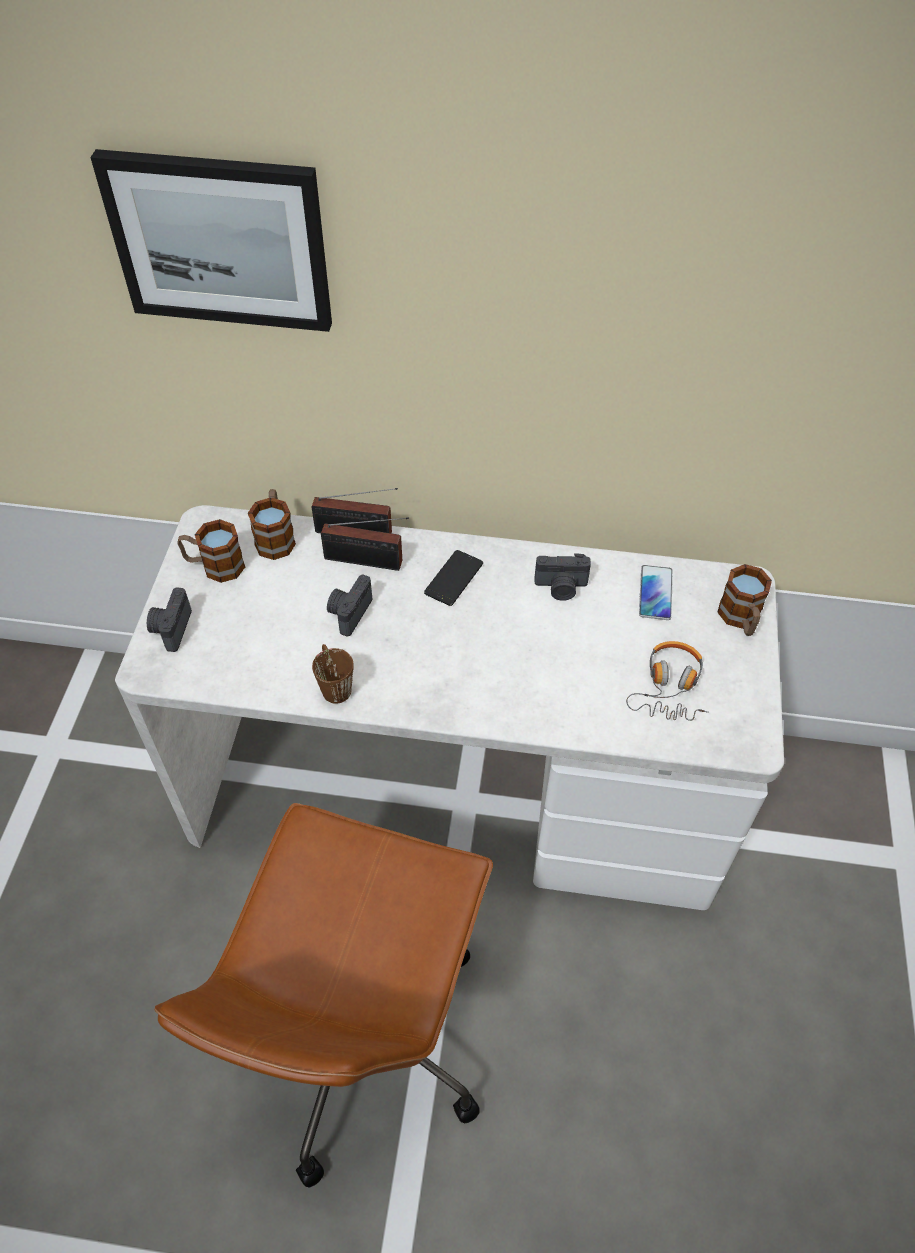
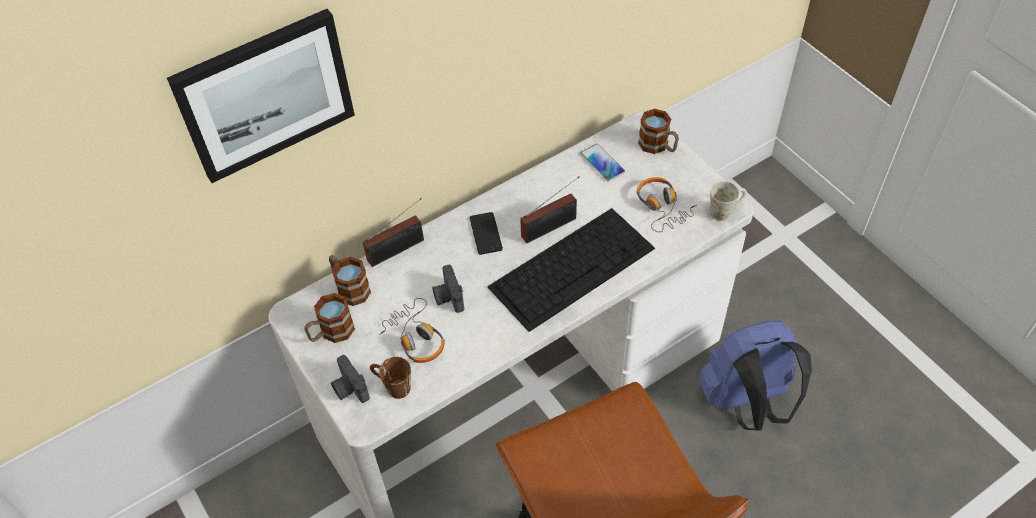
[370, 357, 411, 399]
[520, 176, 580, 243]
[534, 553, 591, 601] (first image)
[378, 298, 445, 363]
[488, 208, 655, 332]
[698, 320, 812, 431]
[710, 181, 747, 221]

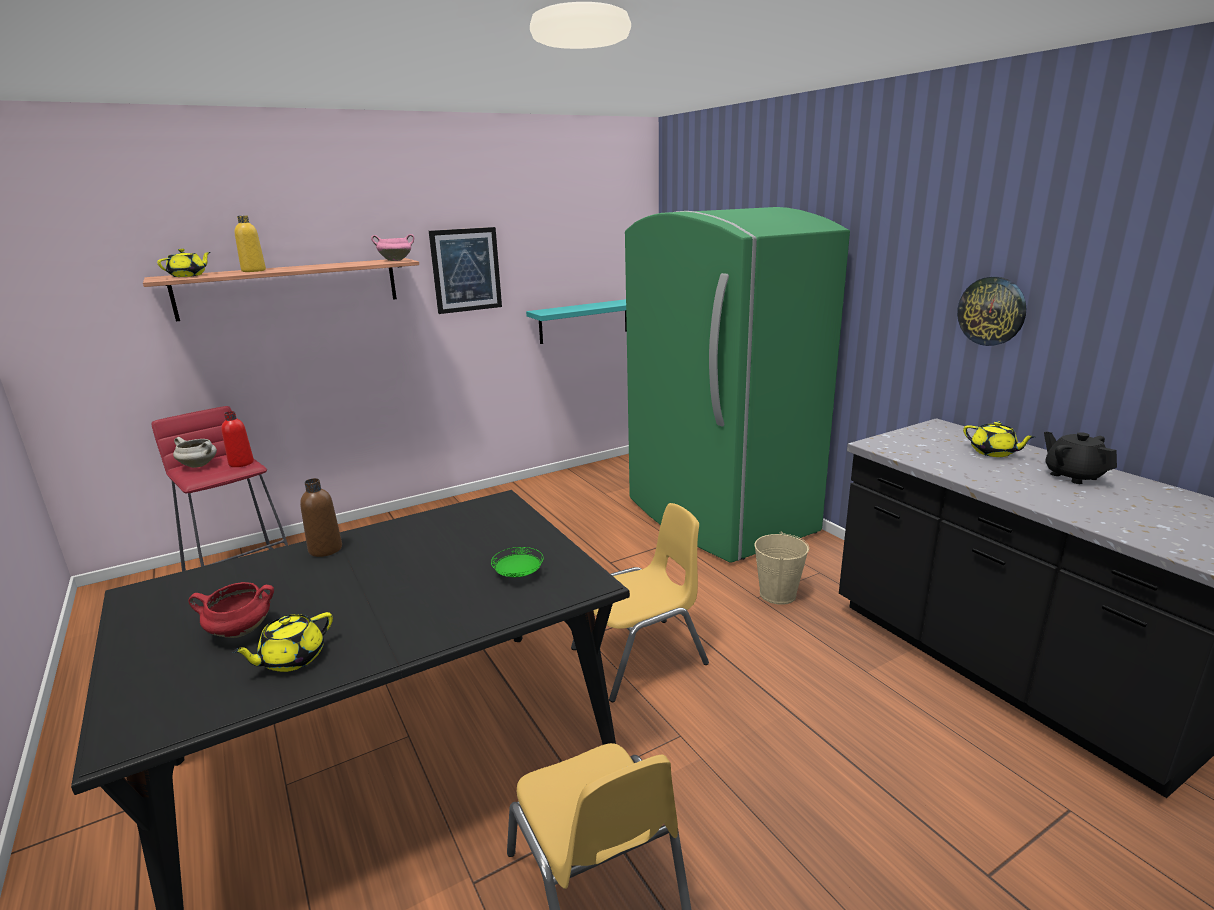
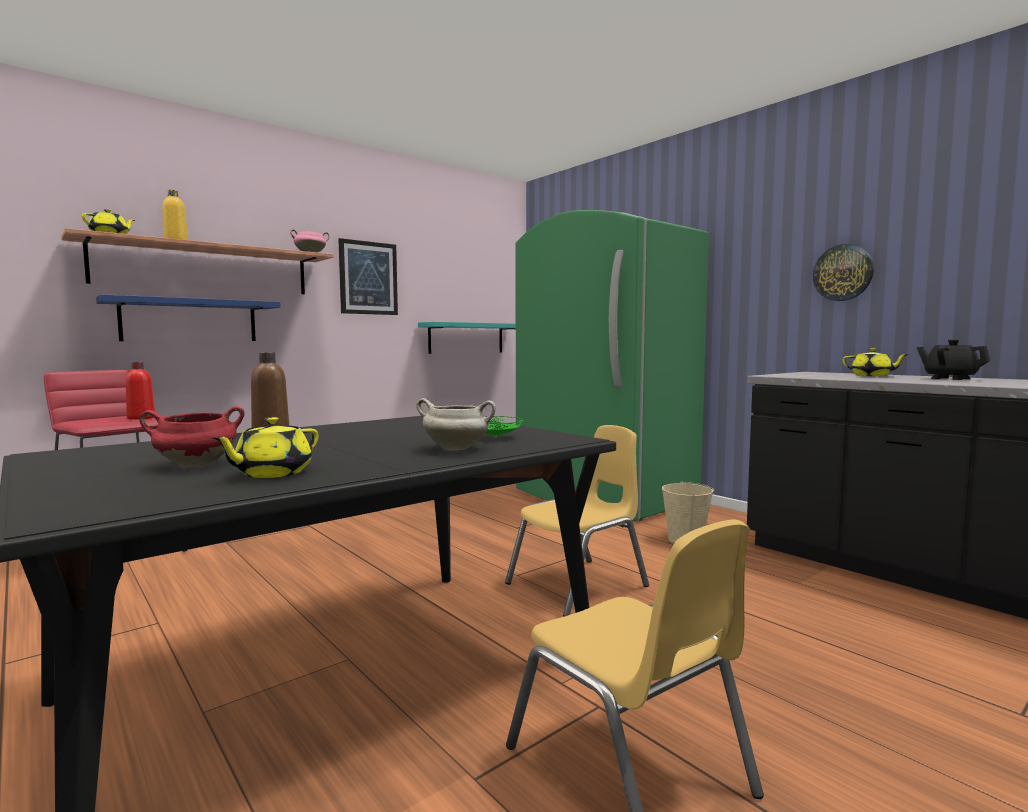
[416, 398, 496, 451]
[96, 294, 280, 341]

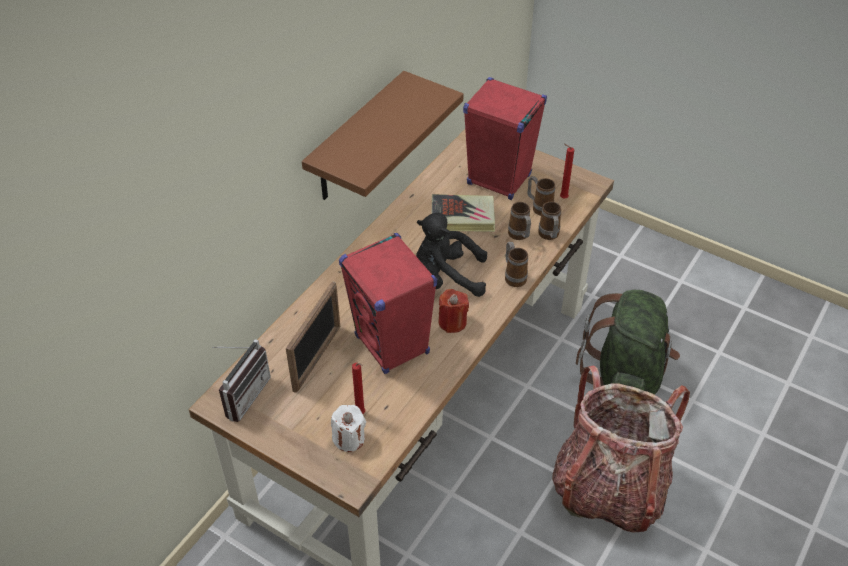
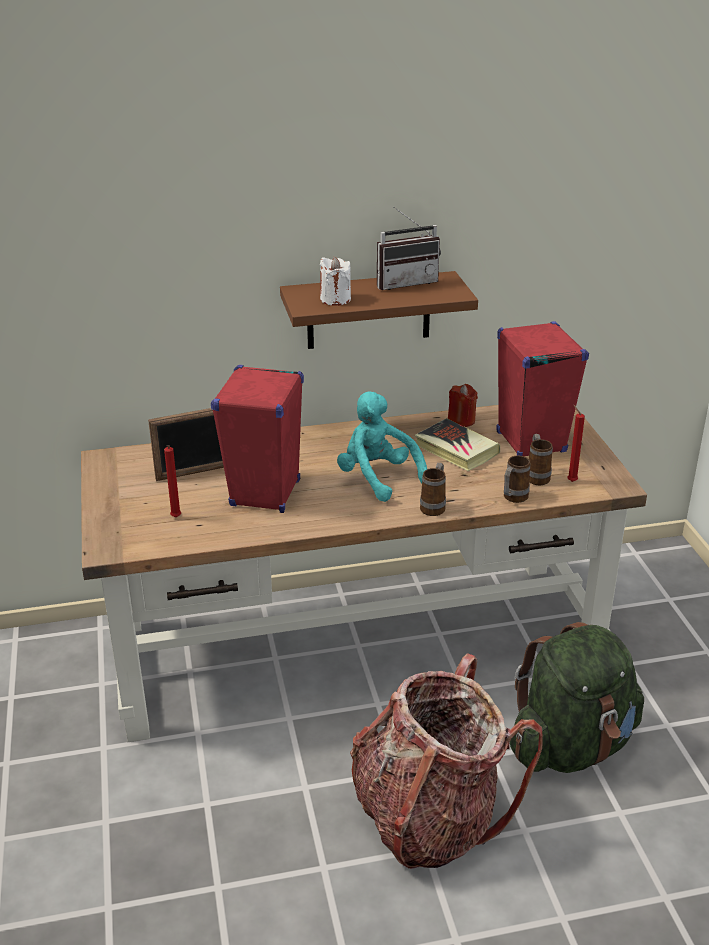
[377, 206, 441, 290]
[320, 257, 351, 306]
[337, 391, 427, 502]
[448, 384, 478, 427]
[508, 202, 531, 240] (first image)

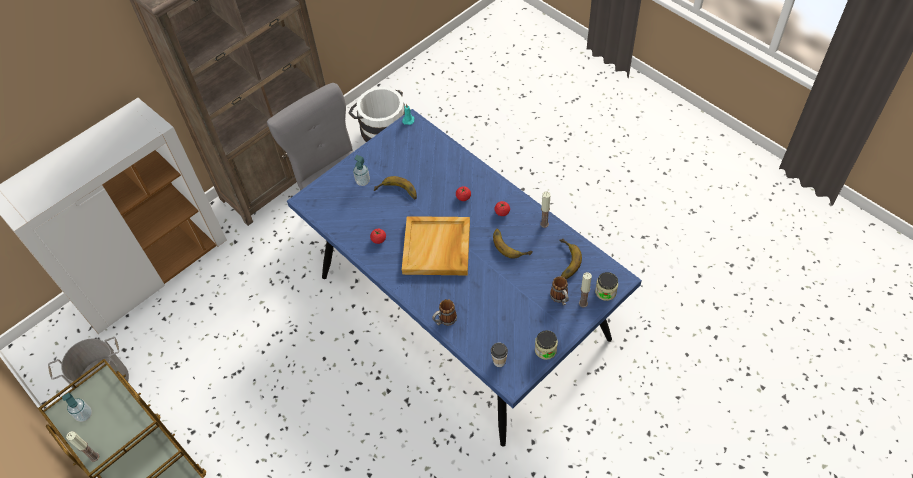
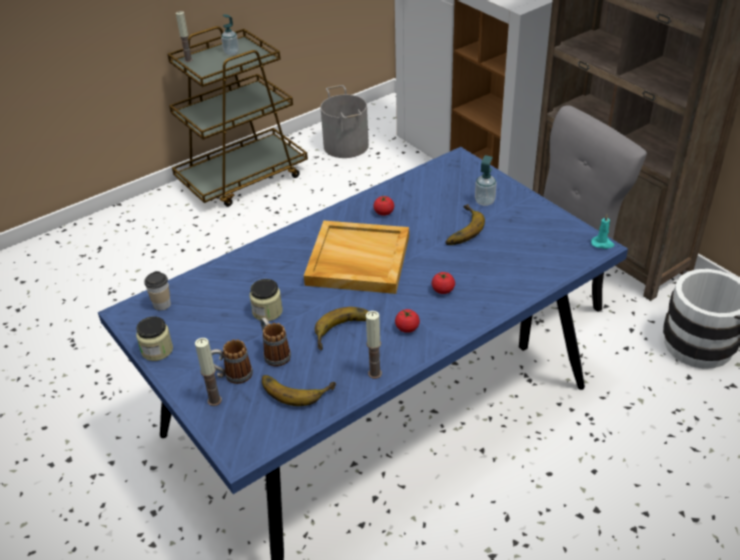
[260, 317, 291, 366]
[250, 279, 283, 321]

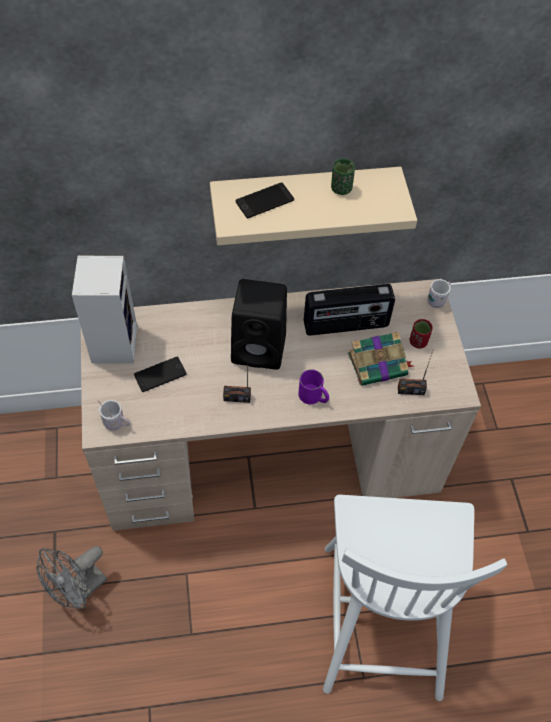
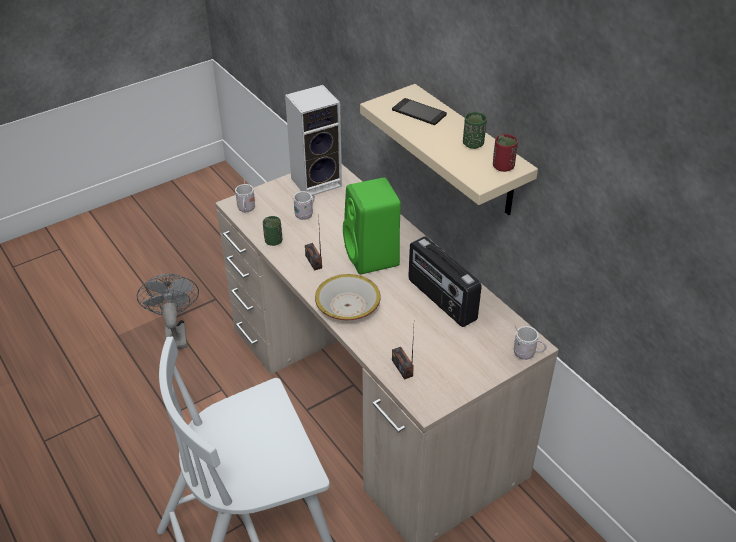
[137, 274, 199, 349]
[293, 191, 315, 220]
[343, 178, 401, 274]
[315, 274, 381, 320]
[348, 331, 414, 386] (first image)
[493, 134, 518, 172]
[263, 216, 282, 246]

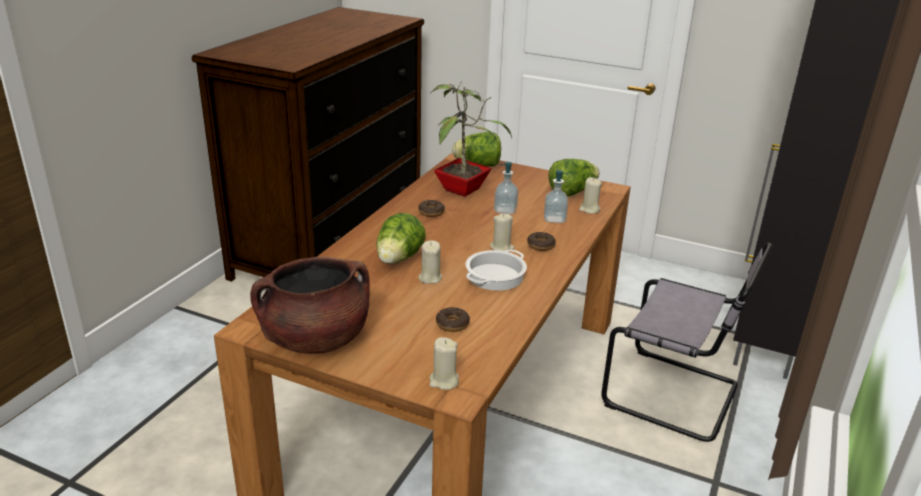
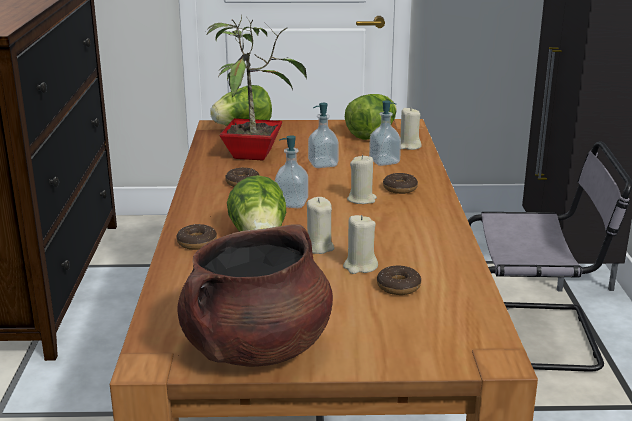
[343, 215, 378, 274]
[465, 250, 527, 291] (first image)
[177, 224, 217, 250]
[275, 135, 308, 208]

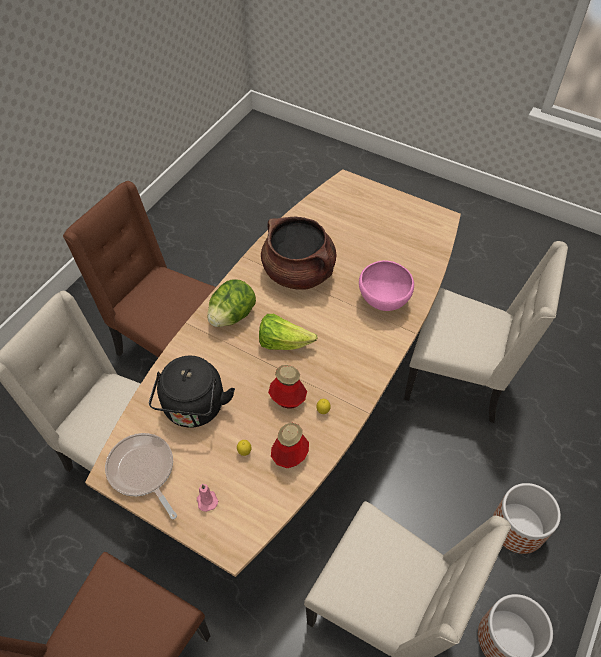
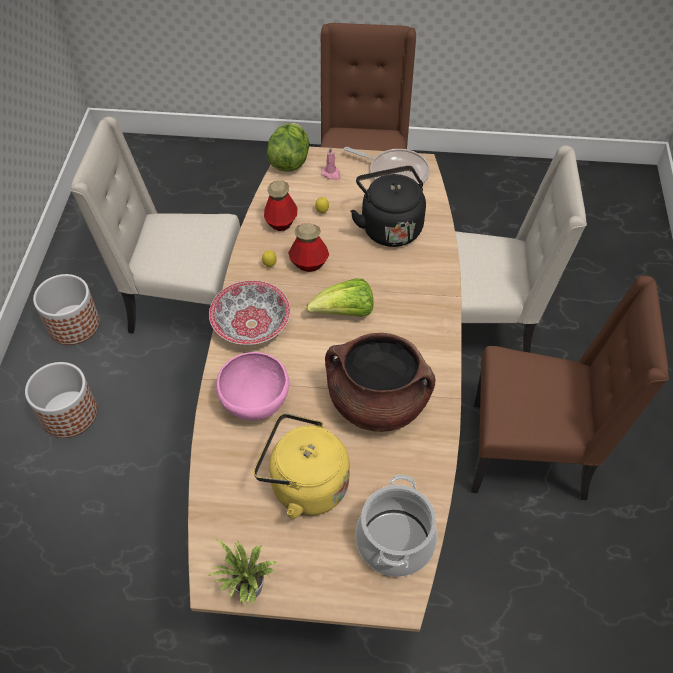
[267, 123, 309, 172]
[404, 241, 568, 423] (first image)
[208, 537, 278, 605]
[209, 280, 291, 345]
[254, 413, 350, 519]
[356, 475, 437, 577]

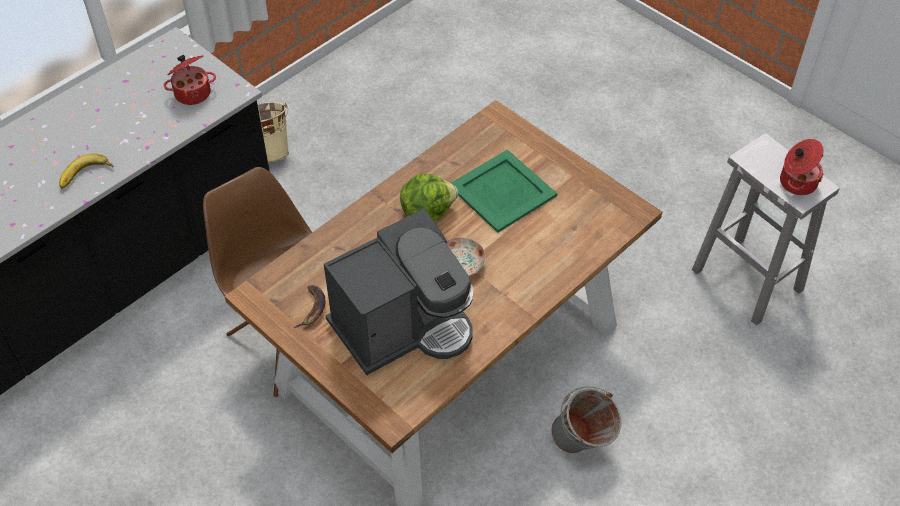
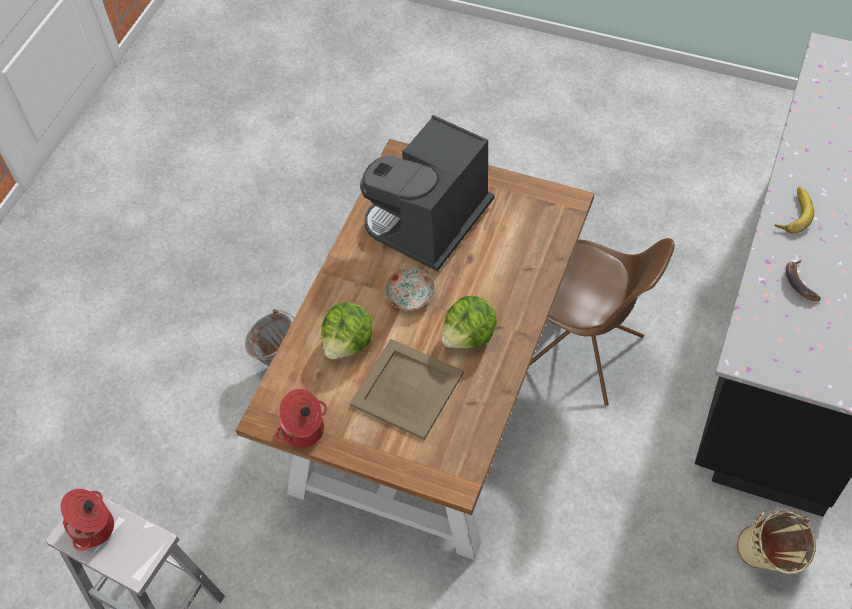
[275, 389, 327, 448]
[786, 260, 821, 301]
[349, 339, 464, 440]
[321, 302, 372, 359]

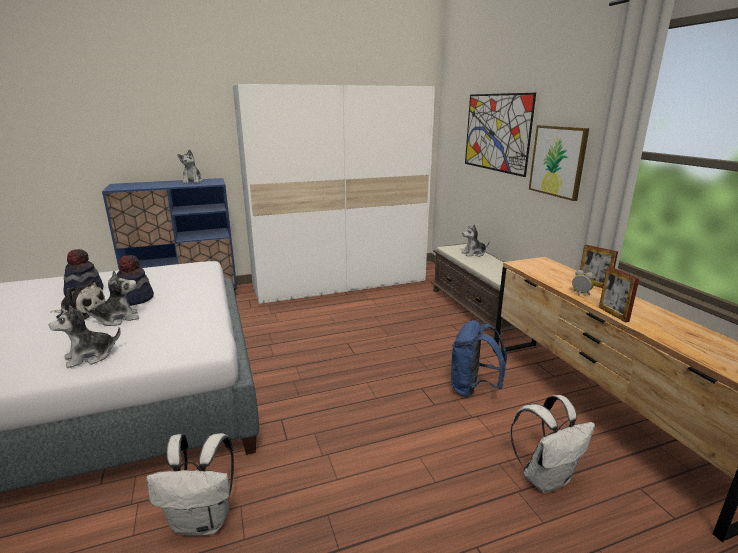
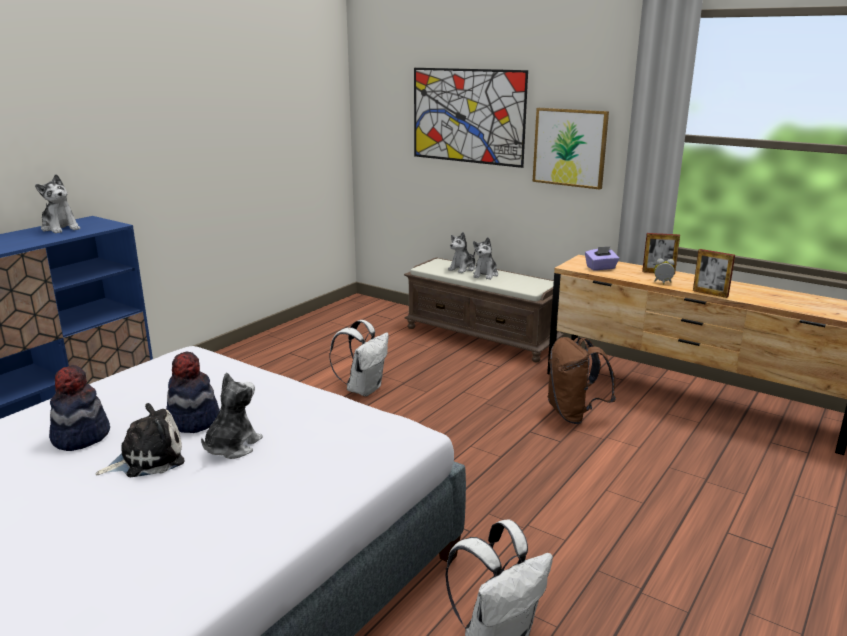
[473, 237, 498, 280]
[233, 84, 435, 304] (first image)
[547, 337, 616, 424]
[329, 320, 389, 396]
[585, 246, 619, 270]

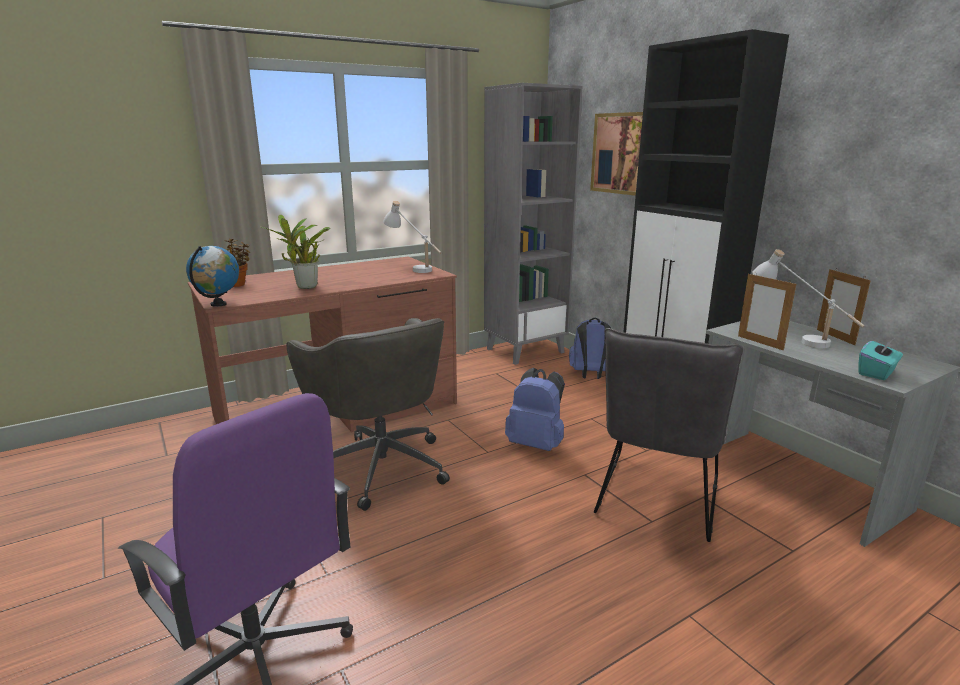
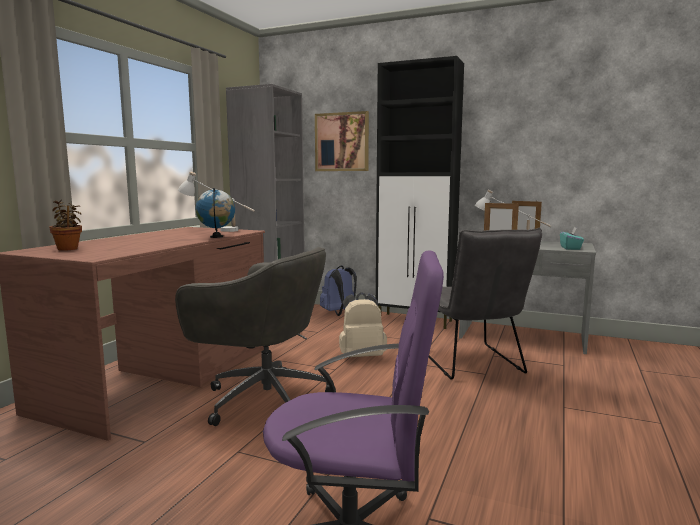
[195, 188, 235, 238]
[261, 215, 331, 289] (first image)
[339, 292, 387, 357]

